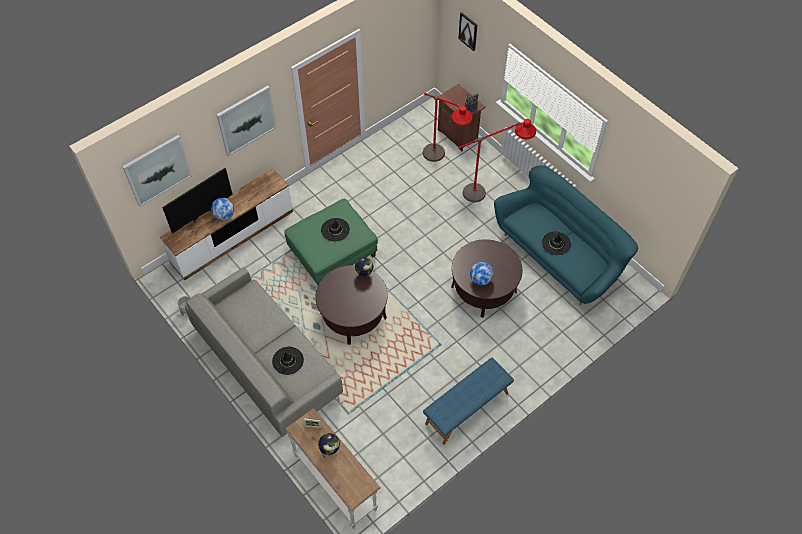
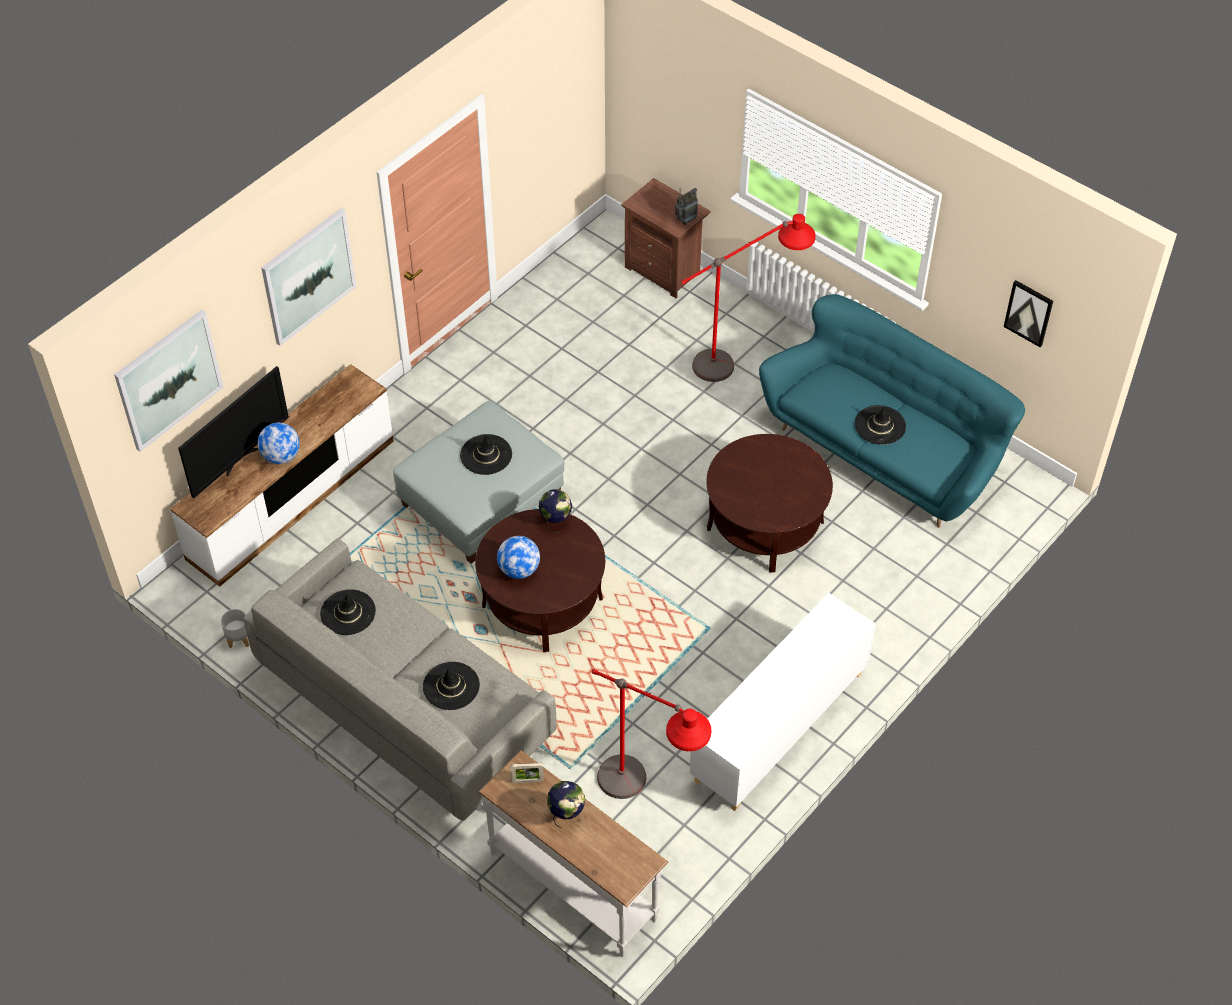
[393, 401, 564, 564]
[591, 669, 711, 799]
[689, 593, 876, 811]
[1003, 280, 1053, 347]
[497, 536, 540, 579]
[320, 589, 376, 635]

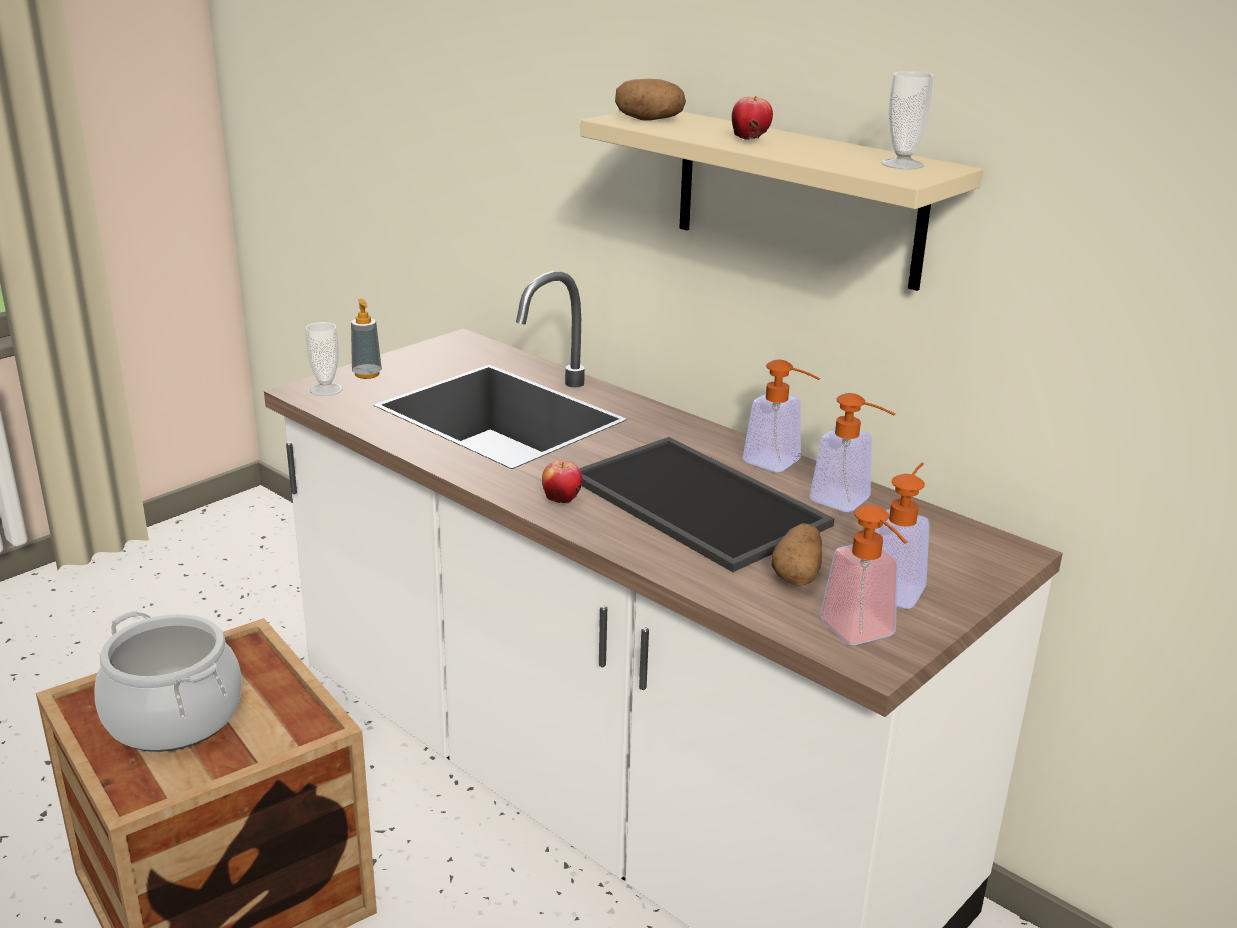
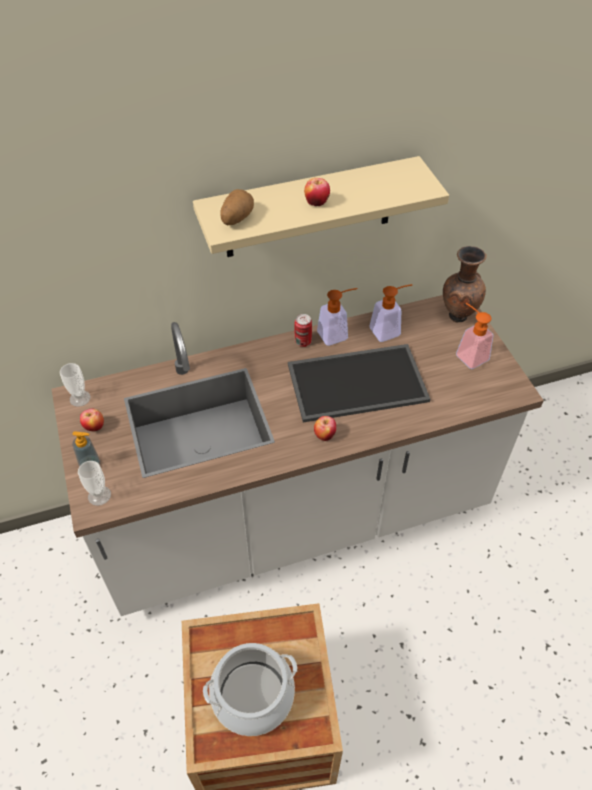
[771, 523, 822, 585] (first image)
[820, 505, 908, 645] (first image)
[60, 363, 91, 407]
[80, 408, 104, 431]
[295, 314, 312, 347]
[443, 246, 487, 323]

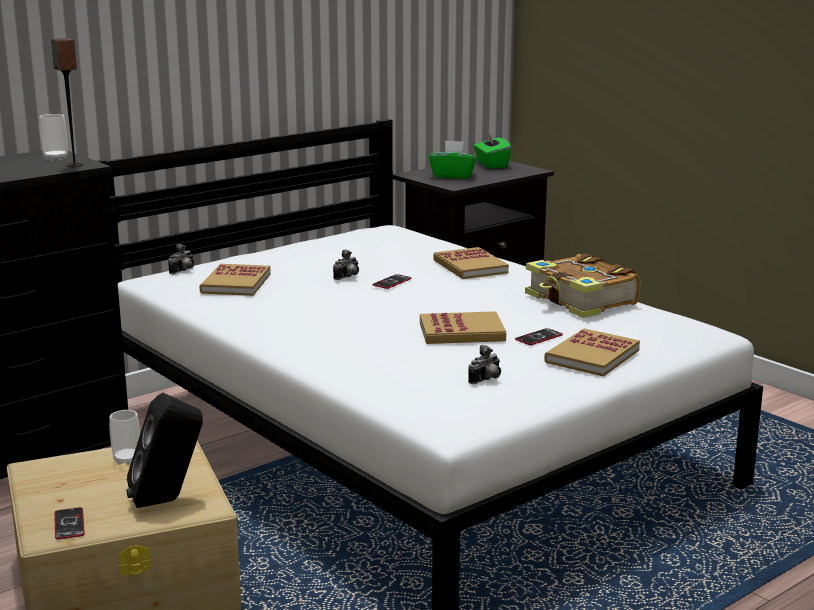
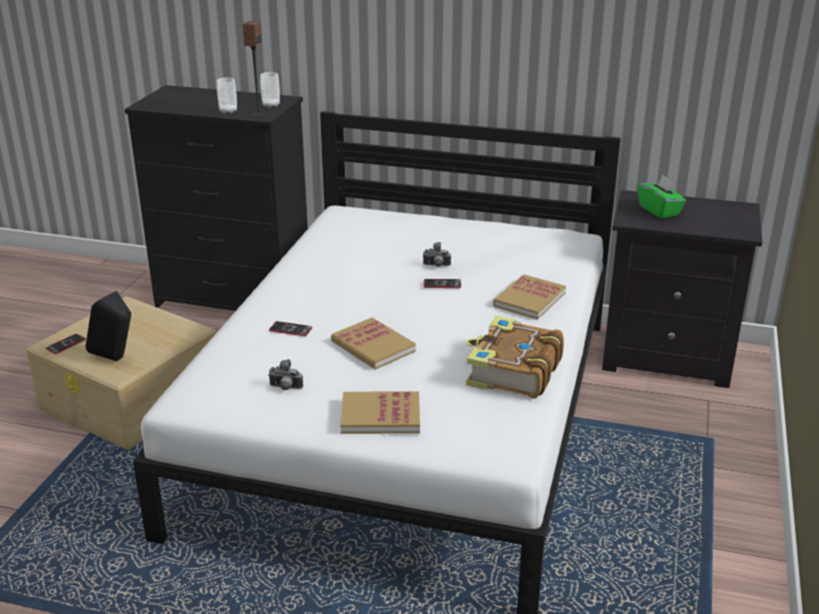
[217, 77, 237, 114]
[168, 244, 194, 274] (first image)
[199, 264, 271, 296] (first image)
[474, 131, 511, 168] (first image)
[269, 321, 312, 336]

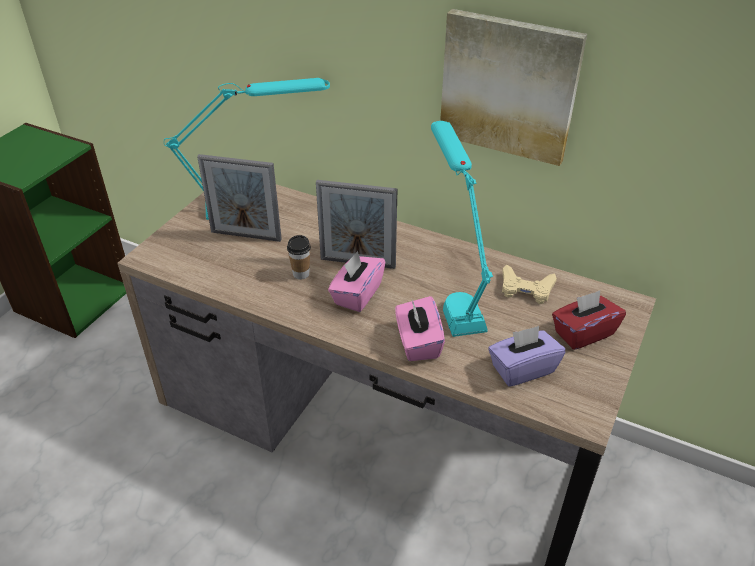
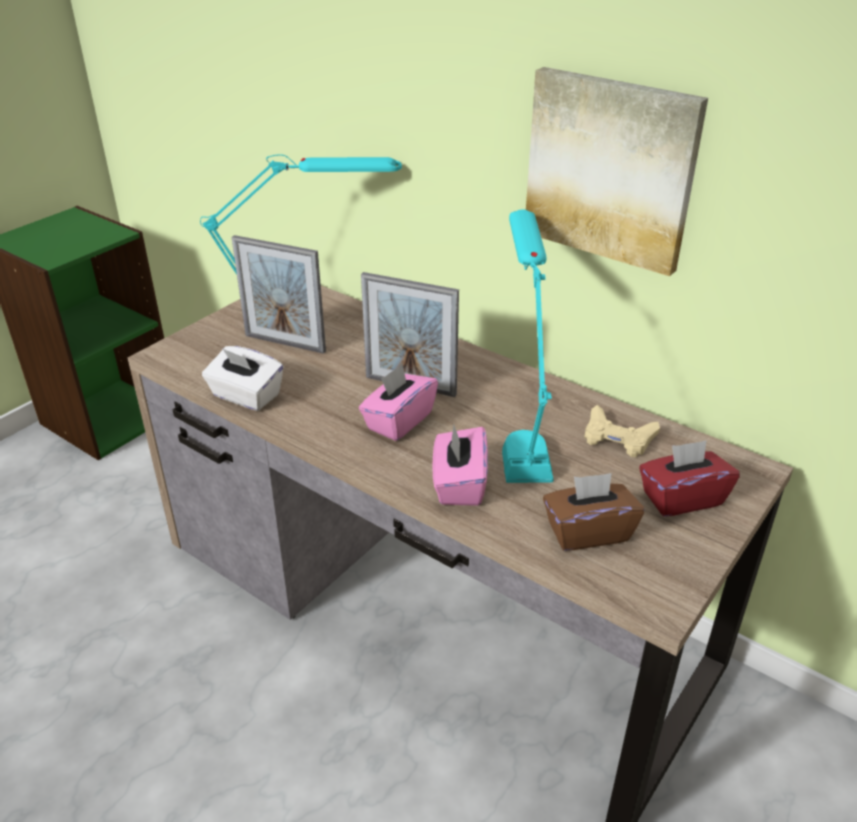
[287, 235, 311, 280] (first image)
[543, 473, 644, 551]
[202, 346, 284, 411]

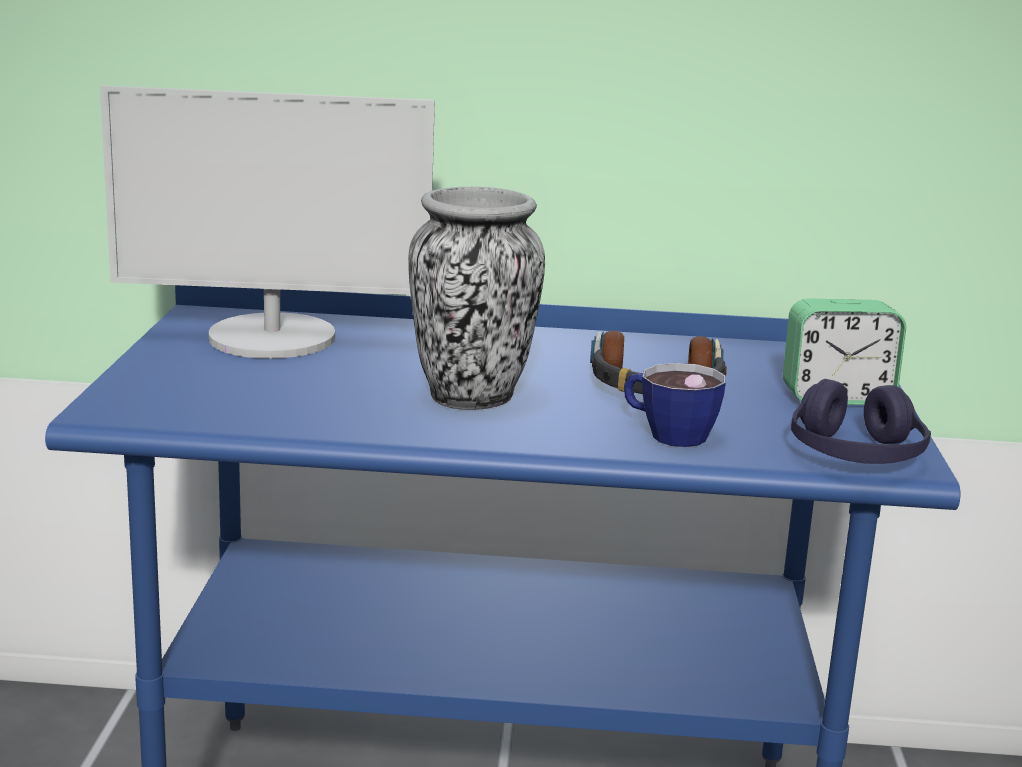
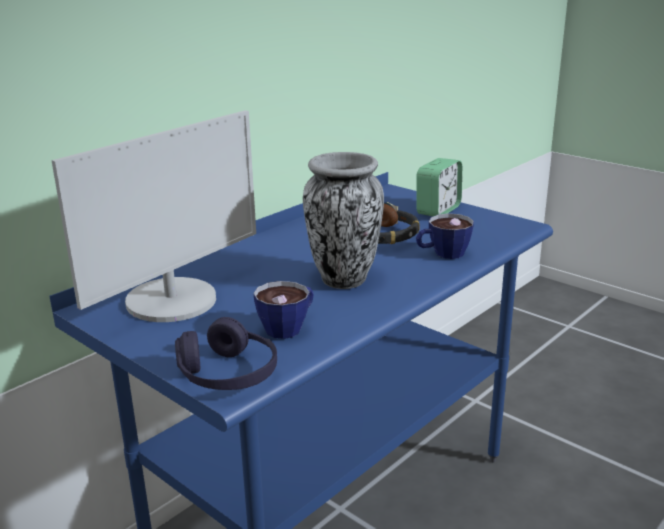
[175, 317, 277, 390]
[253, 281, 314, 339]

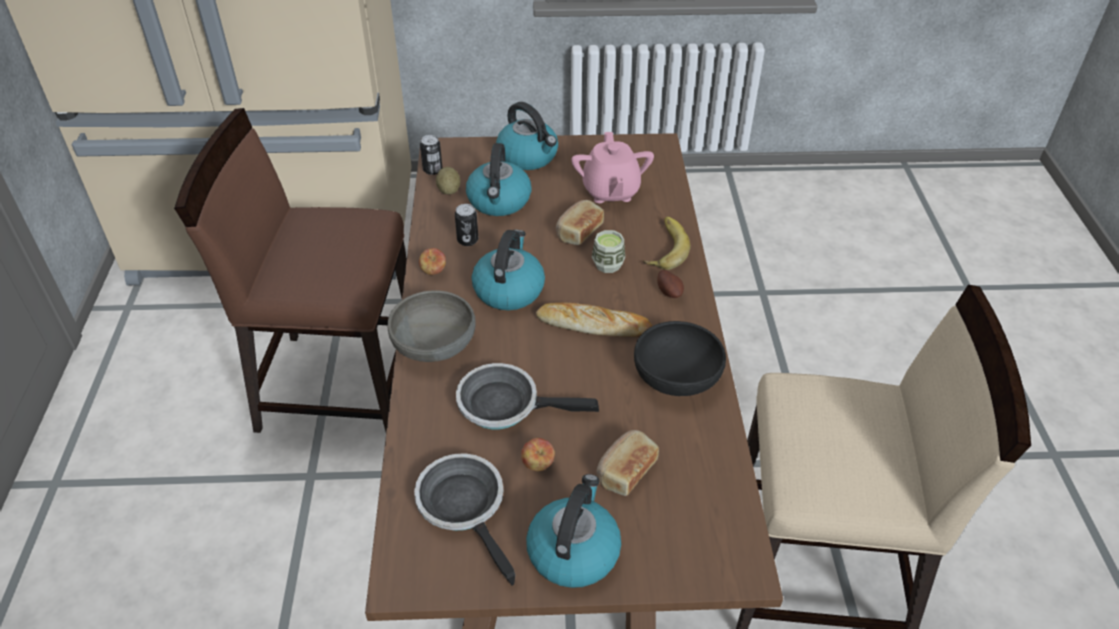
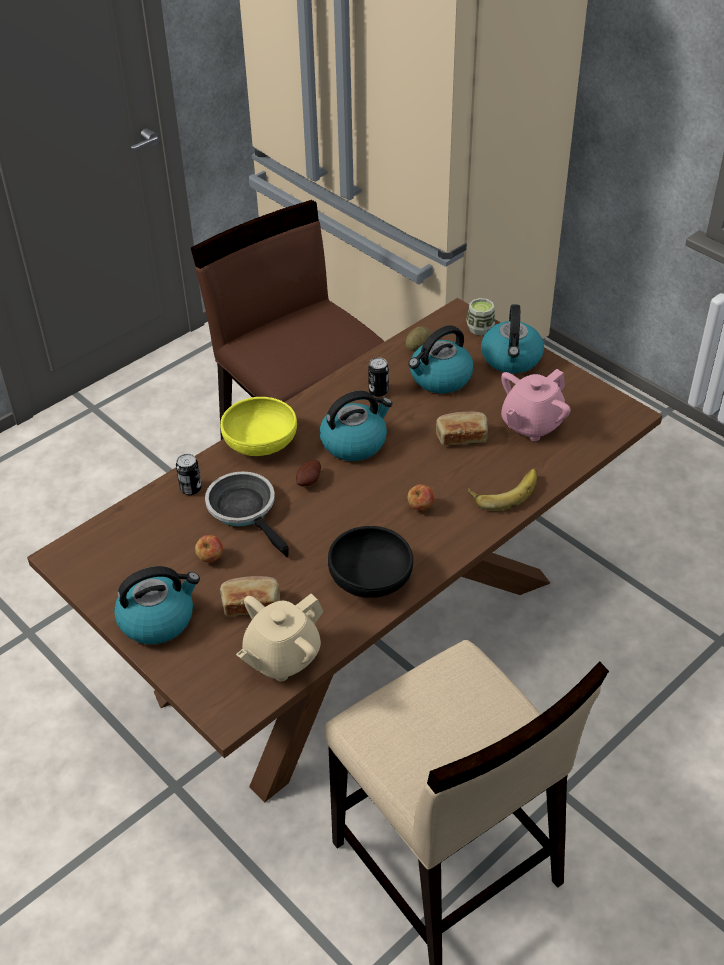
[220, 397, 297, 456]
[414, 453, 515, 586] (first image)
[407, 484, 434, 511]
[176, 454, 202, 495]
[536, 302, 652, 337] (first image)
[466, 298, 495, 335]
[296, 460, 321, 487]
[236, 594, 324, 682]

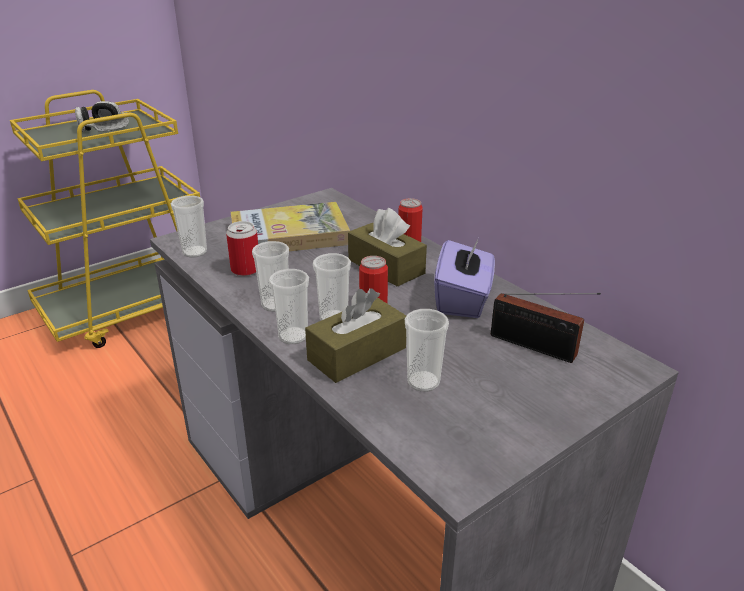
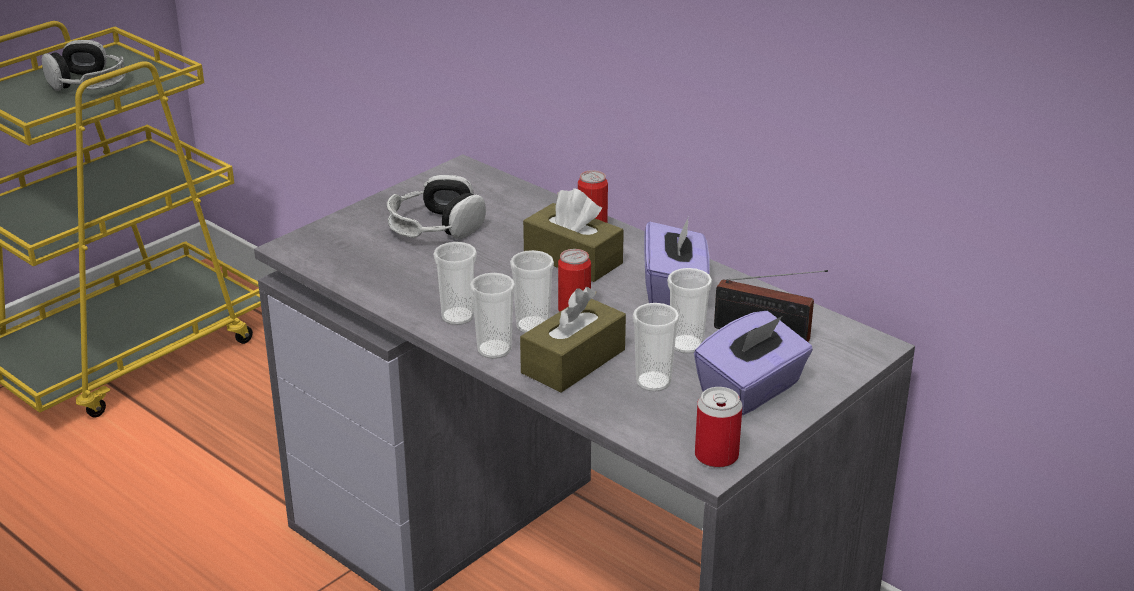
[667, 268, 712, 354]
[695, 387, 742, 468]
[387, 175, 486, 239]
[694, 311, 813, 415]

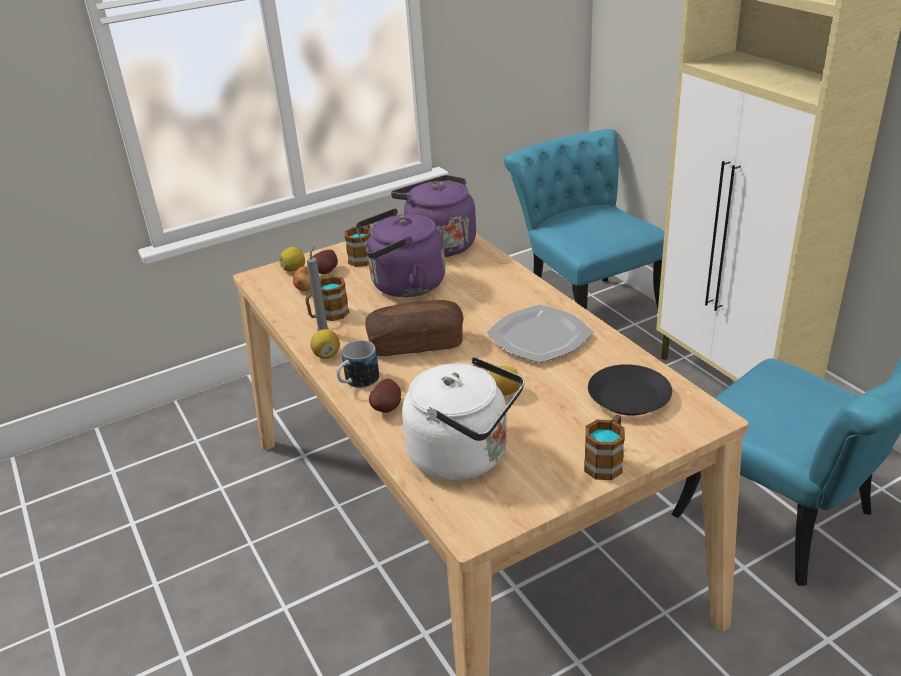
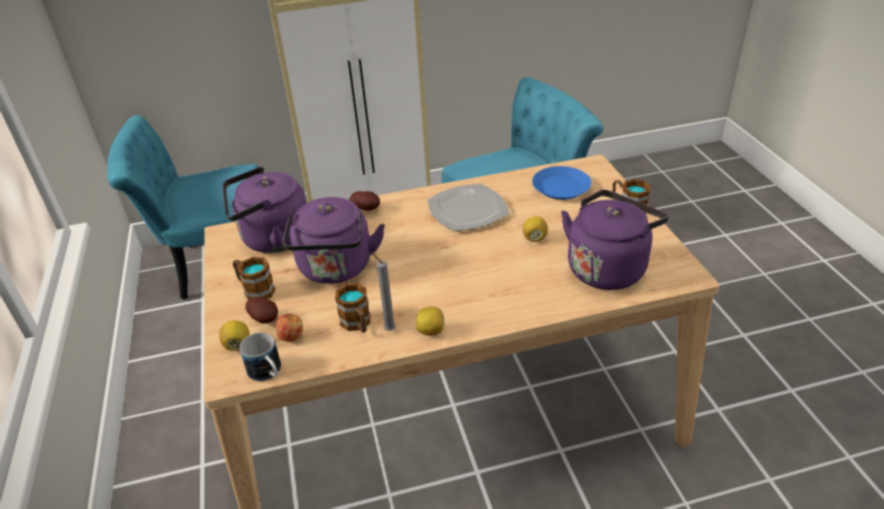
[240, 332, 281, 381]
[365, 300, 464, 356] (first image)
[349, 191, 380, 211]
[561, 190, 668, 290]
[532, 166, 591, 200]

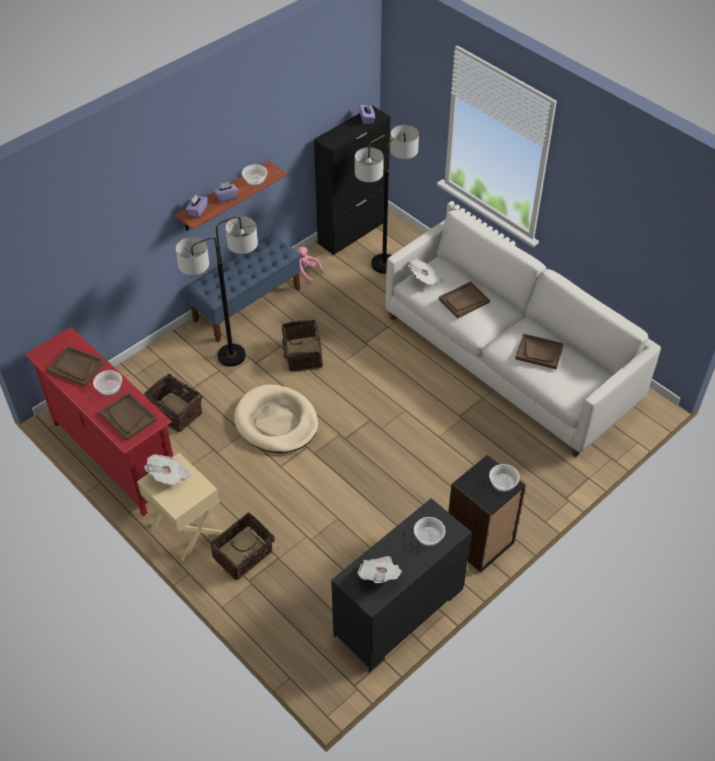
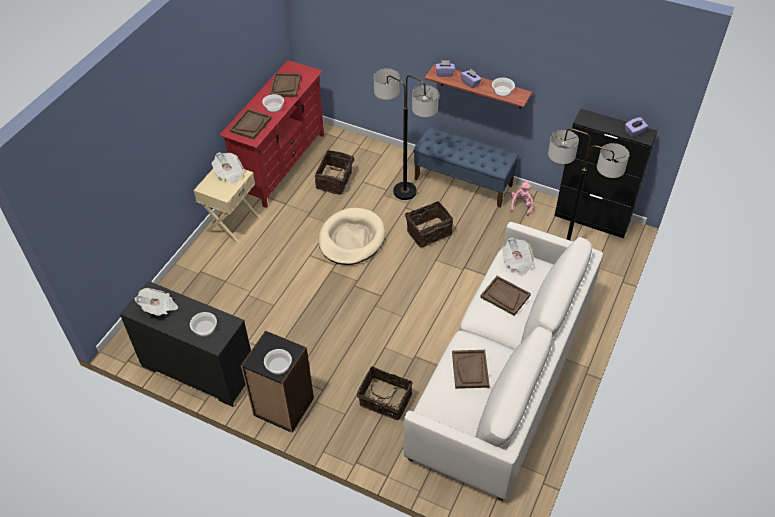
[357, 366, 413, 420]

